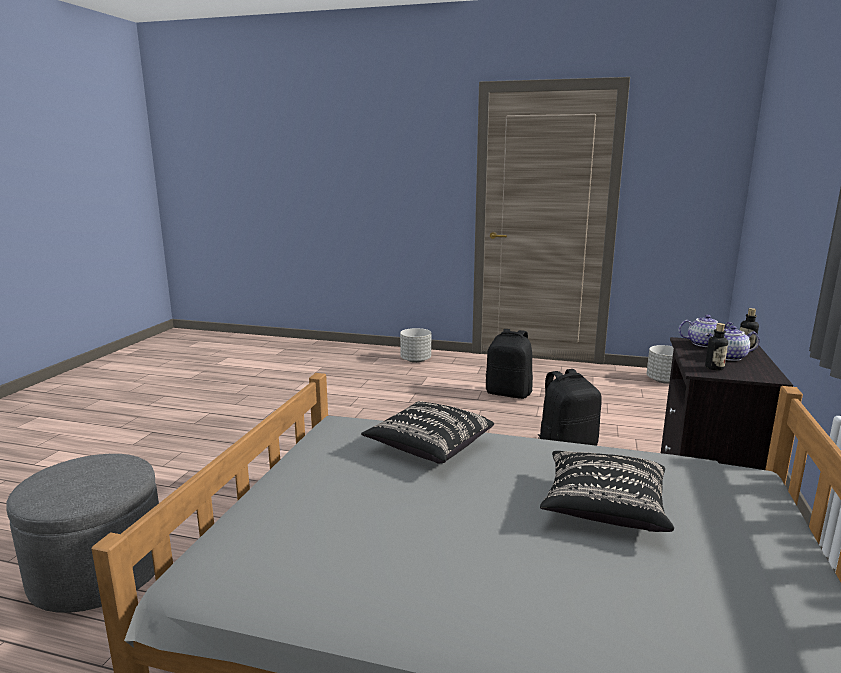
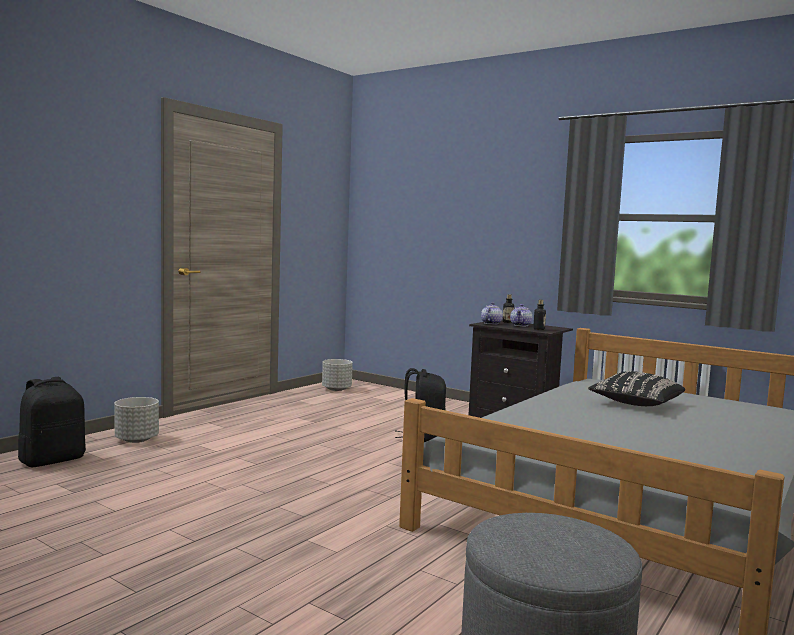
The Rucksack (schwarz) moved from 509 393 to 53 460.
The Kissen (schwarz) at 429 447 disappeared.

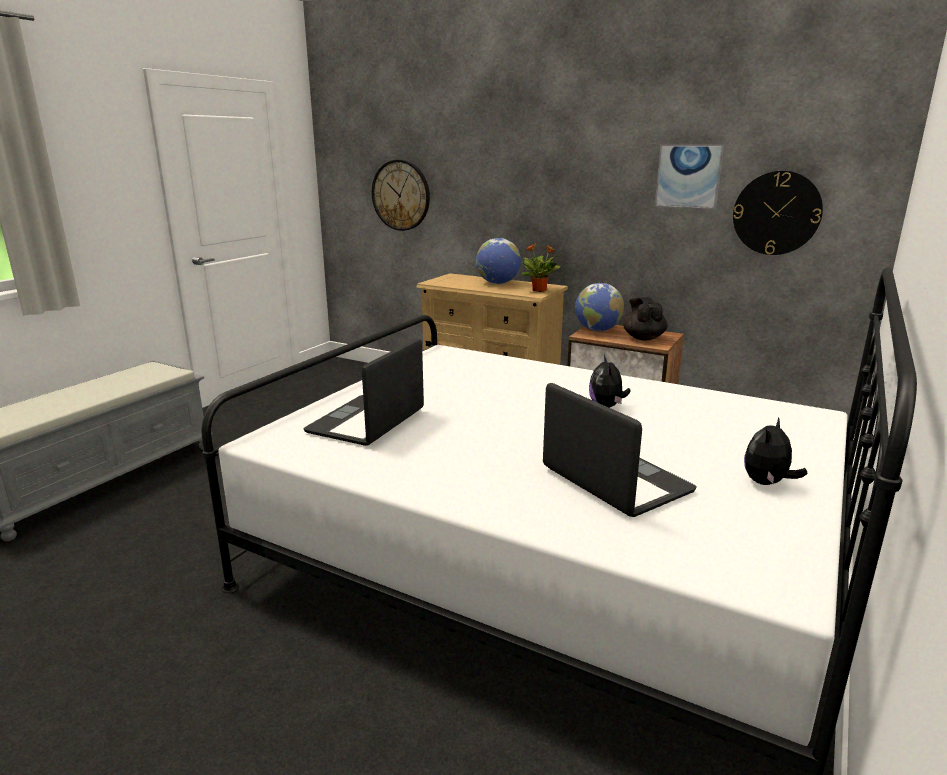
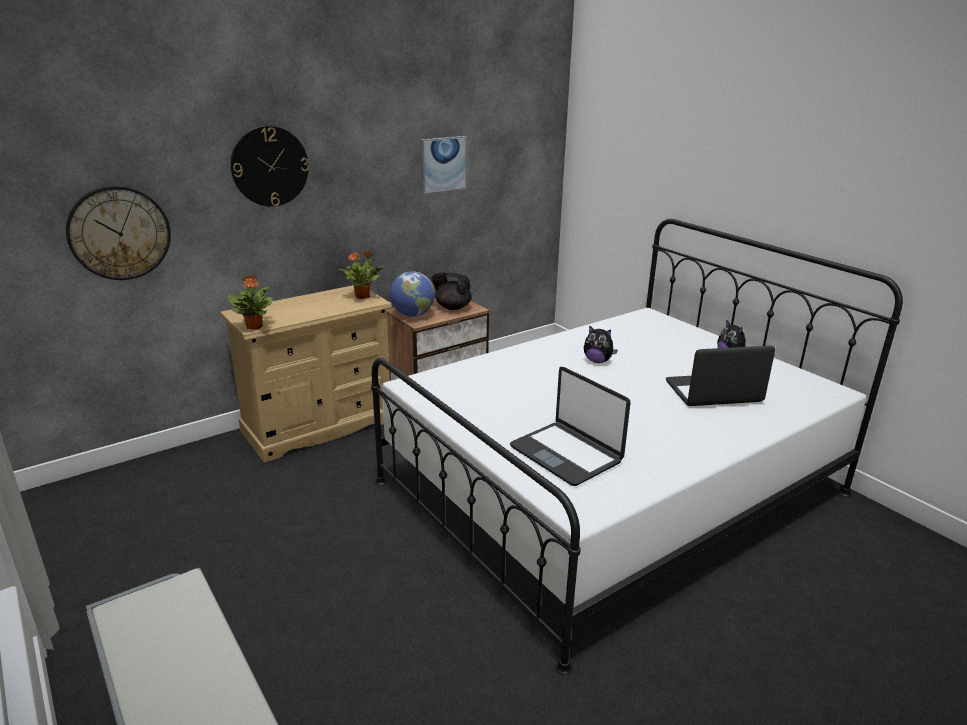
The Wanduhr moved from 776 213 to 270 166.
The Globus at 498 283 disappeared.
The Topfpflanze at 254 326 appeared.

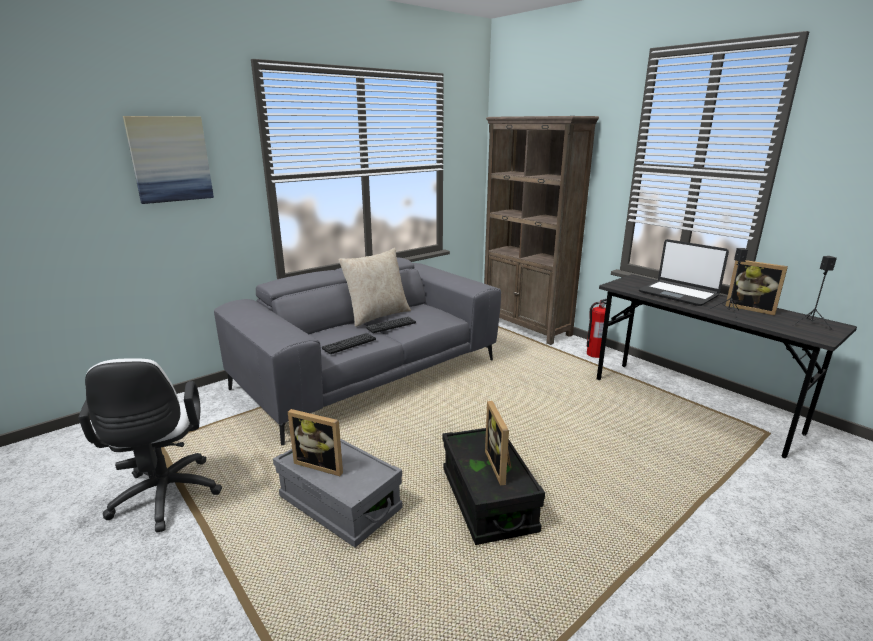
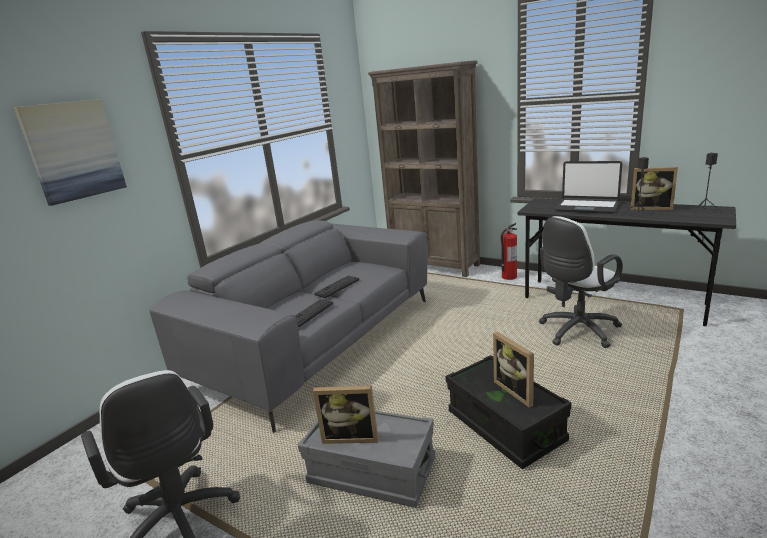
The Kissen (beige) at 377 316 disappeared.
The Bürostuhl (weiß) at 576 332 appeared.

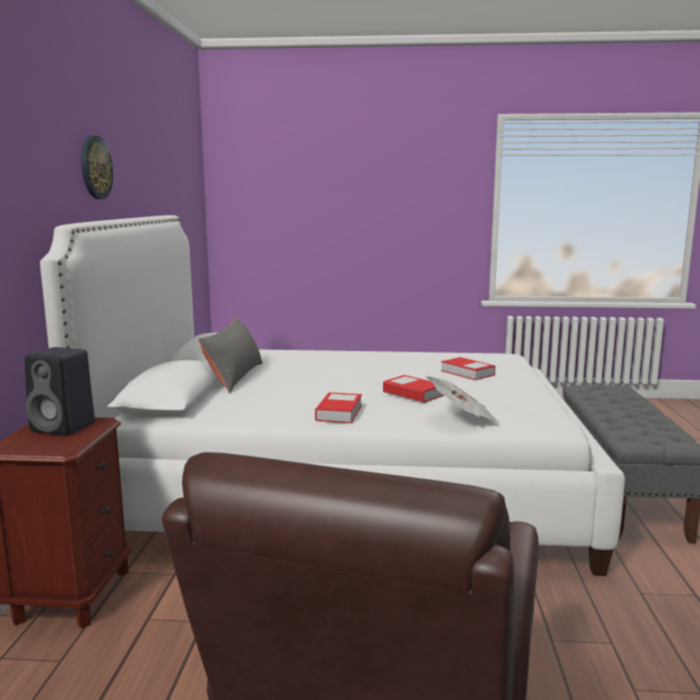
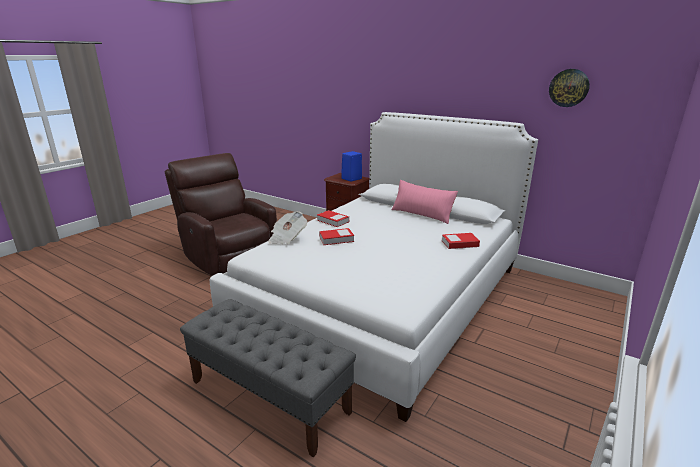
The Wanduhr moved from 95 167 to 569 88.
The Kissen (grau) at 234 376 became the Kissen (rosa) at 422 214.
The Lautsprecher (schwarz) at 65 427 became the Lautsprecher (blau) at 351 179.
The Buch moved from 467 373 to 460 244.

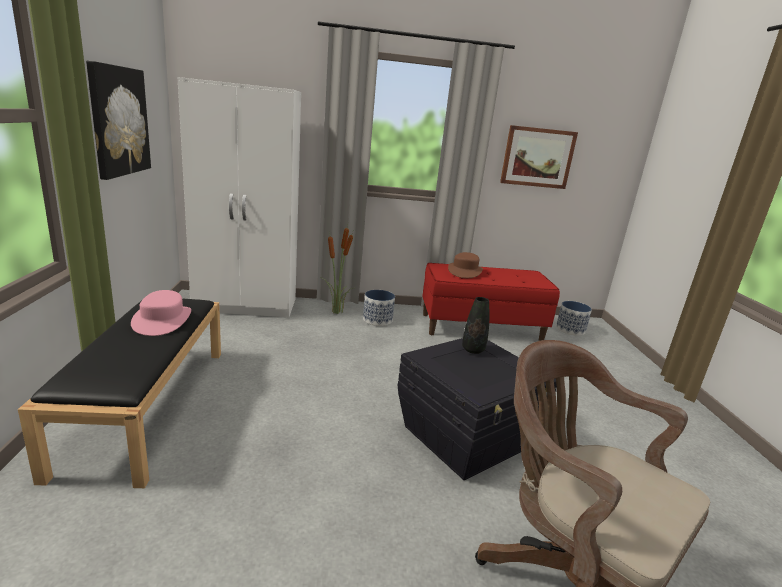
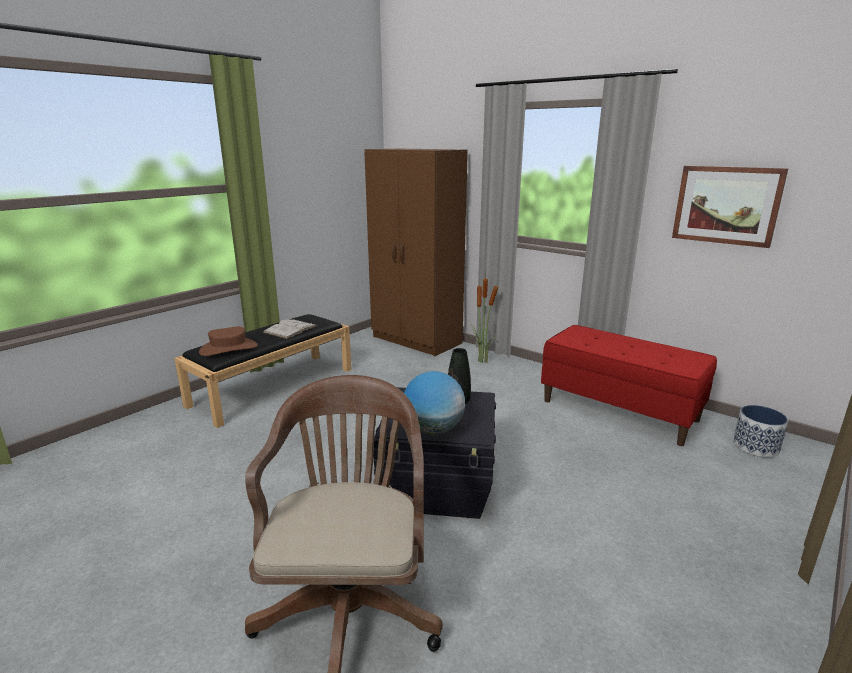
The Bild at 119 121 disappeared.
The Kleiderschrank (weiß) at 247 305 became the Kleiderschrank (braun) at 416 340.
The Hut (braun) moved from 464 271 to 228 348.
The Hut (rosa) at 163 320 was replaced by the Buch (weiß) at 290 329.
The Pflanzkübel at 377 320 disappeared.
The Globus at 433 429 appeared.

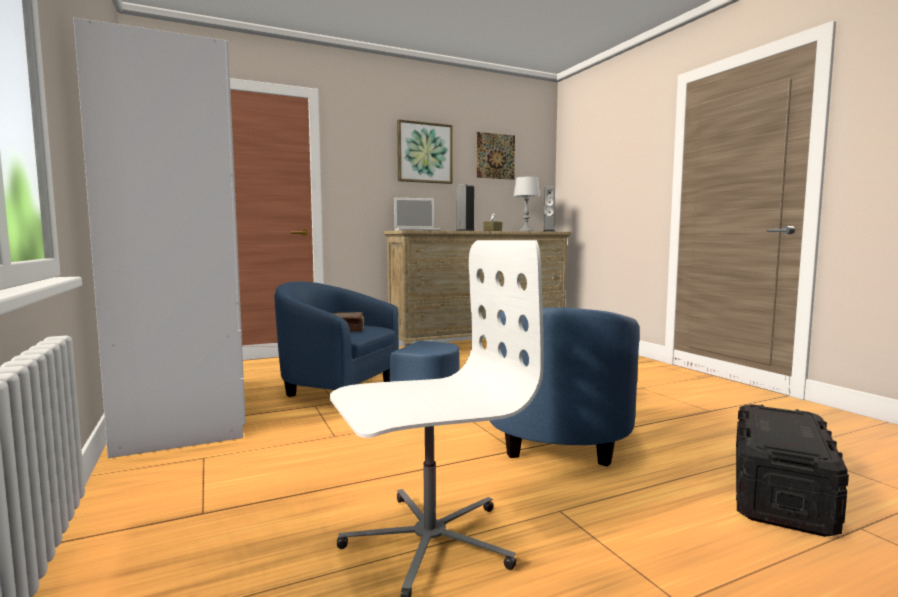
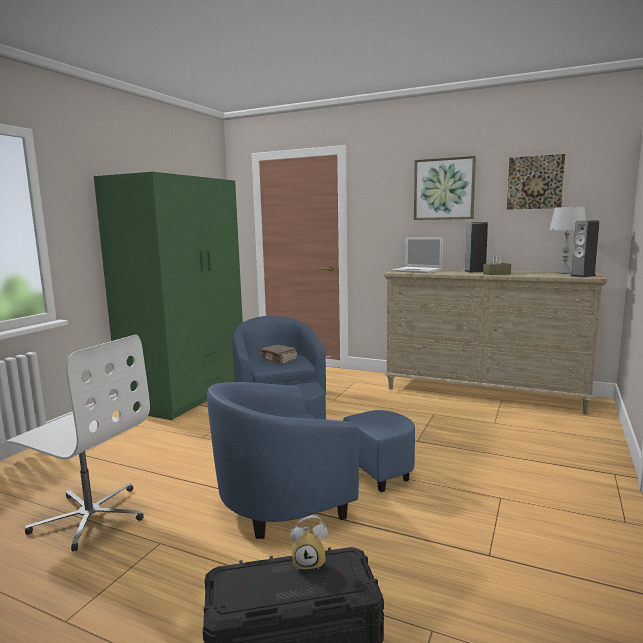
The Kleiderschrank (weiß) at 186 414 became the Kleiderschrank (grün) at 188 395.
The Wecker at 310 562 appeared.

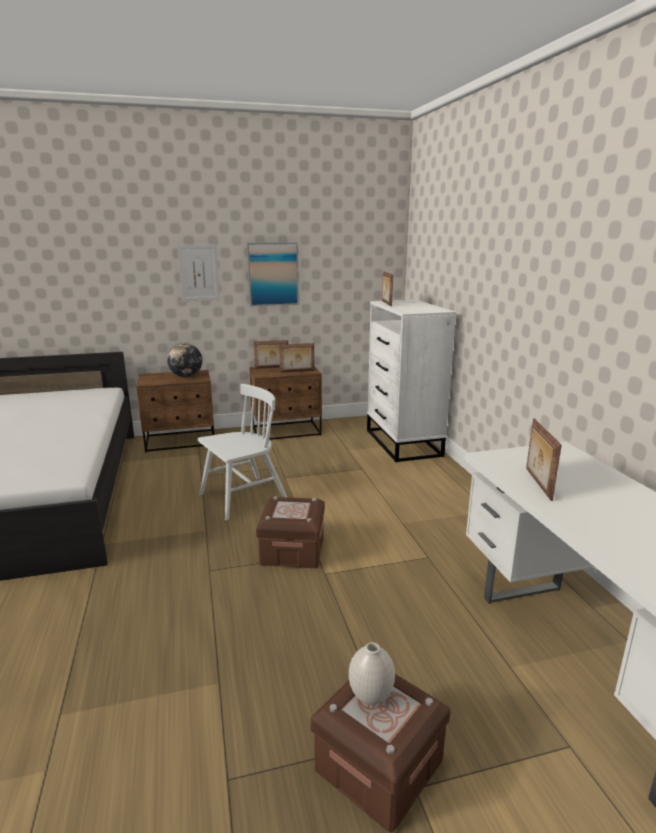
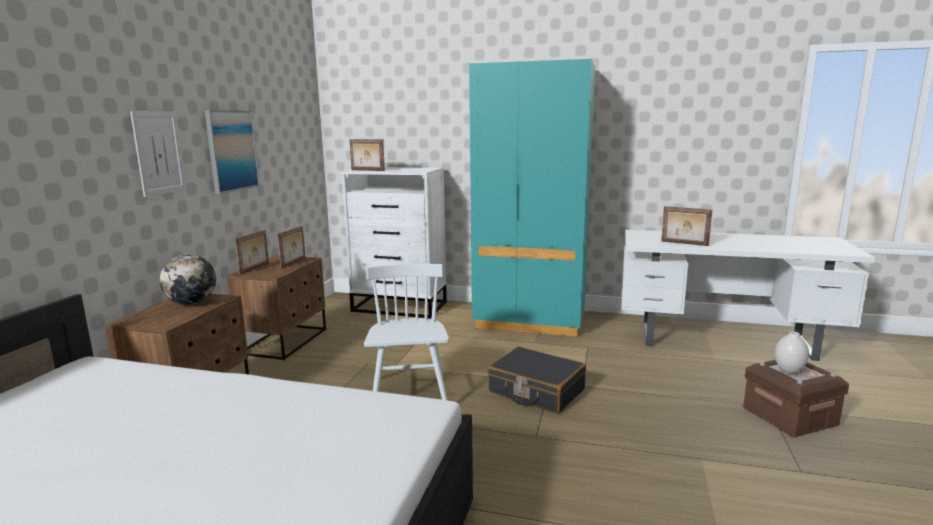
The Aufbewahrungsbox (braun) at 292 551 was replaced by the Koffer (schwarz) at 536 391.
The Kleiderschrank (türkis) at 530 320 appeared.

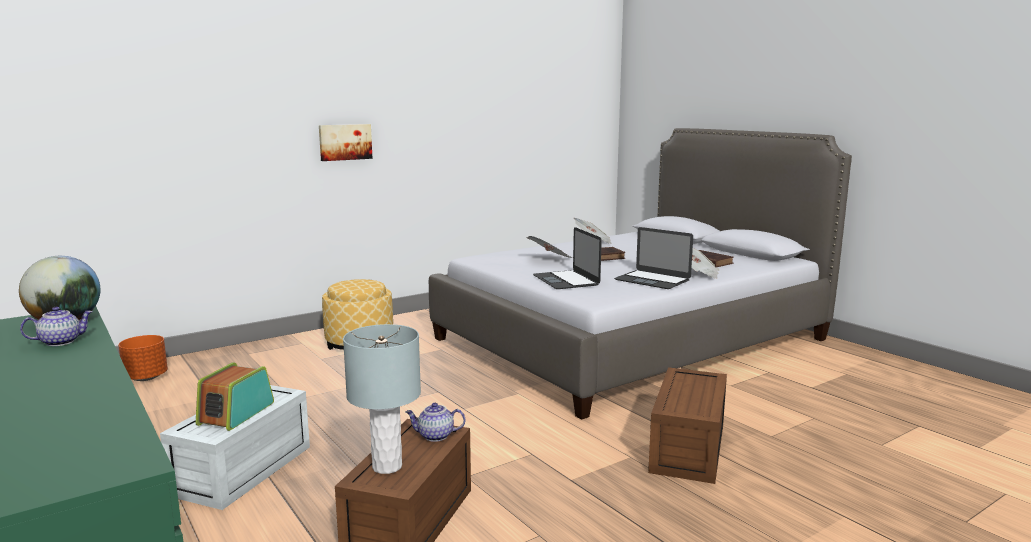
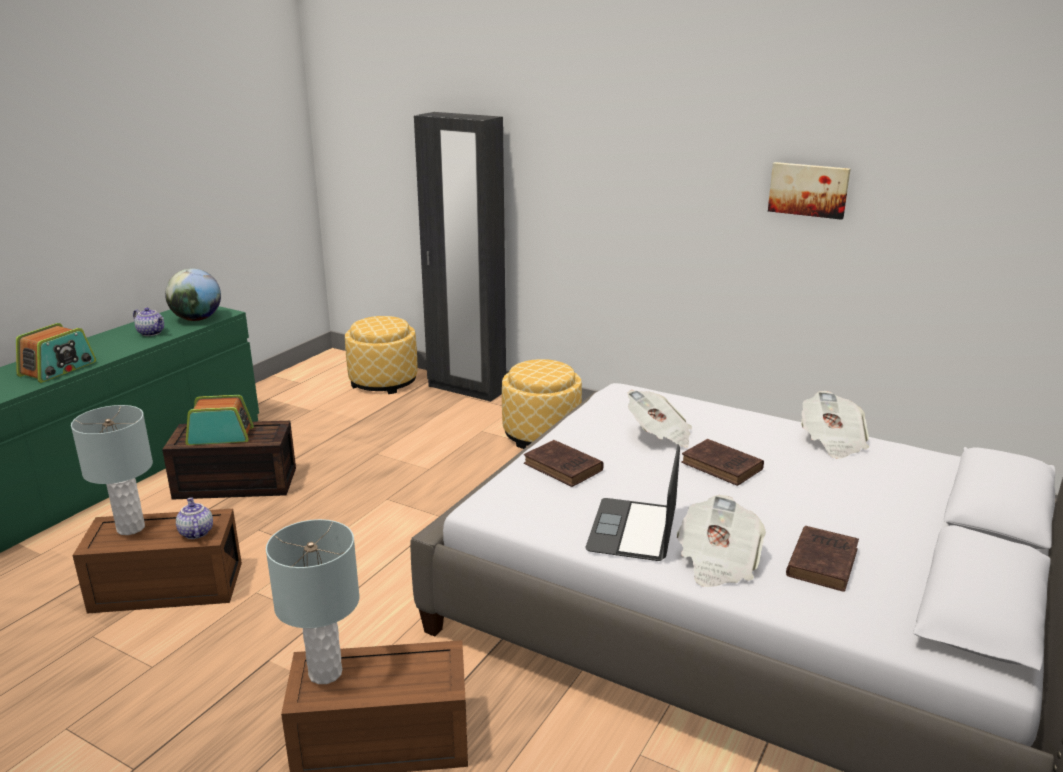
The Bild moved from 345 142 to 808 189.
The Laptop at 566 280 was replaced by the Buch (braun) at 564 468.
The Pflanzkübel (orange) at 146 377 was replaced by the Polsterhocker at 383 381.
The Aufbewahrungsbox (weiß) at 243 471 became the Aufbewahrungsbox (braun) at 233 484.
The Kleiderschrank (schwarz) at 466 389 appeared.
The Radio at 58 369 appeared.
The Tischlampe (grau) at 325 673 appeared.

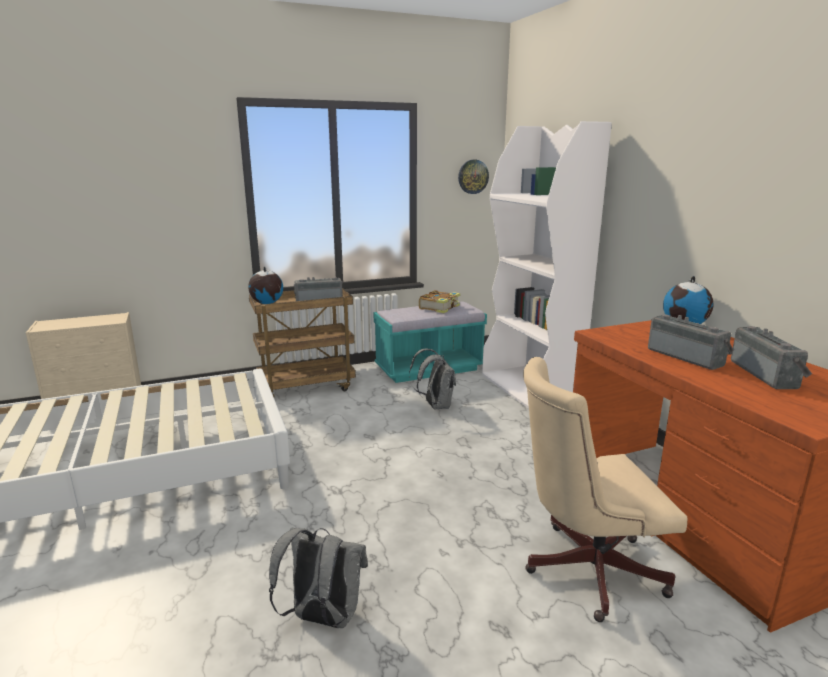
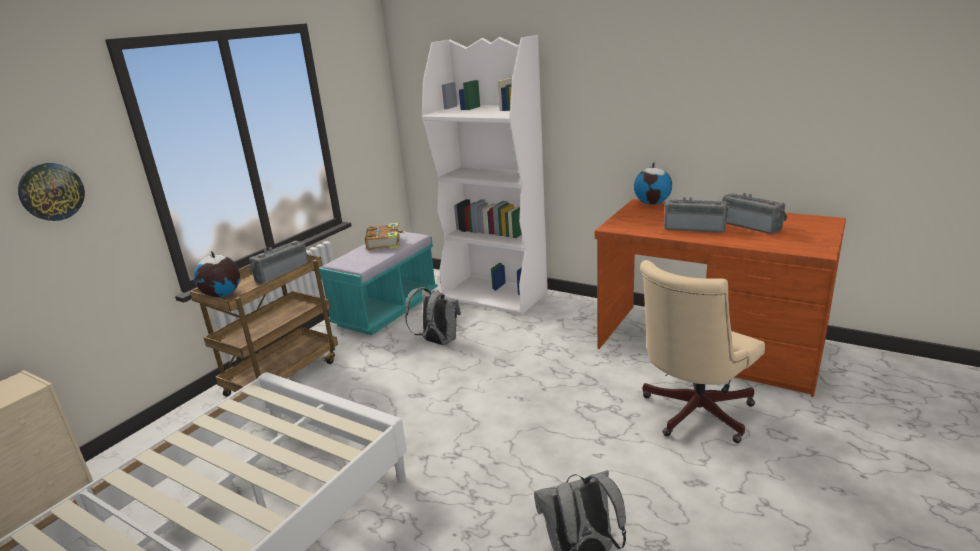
The Wanduhr moved from 473 176 to 51 191.

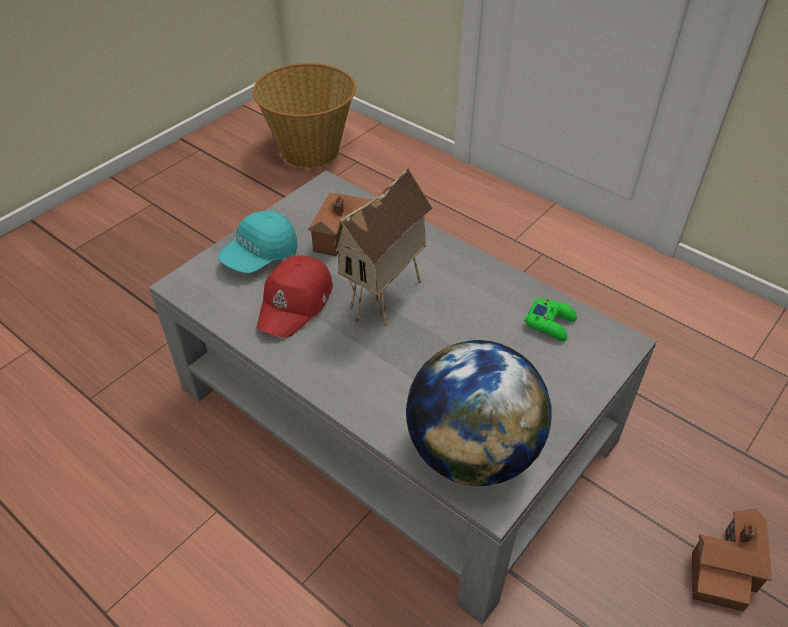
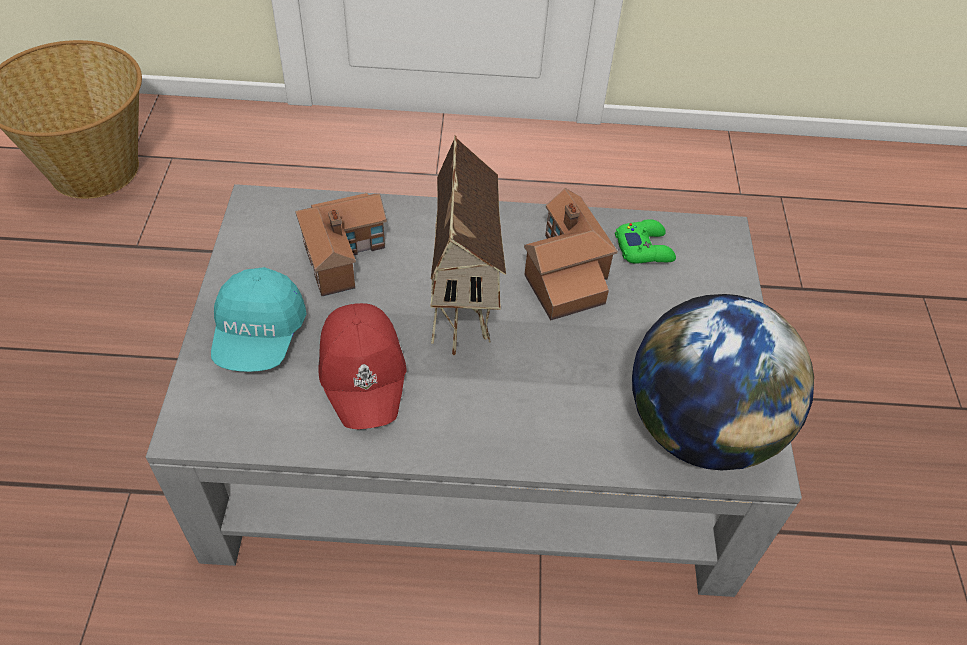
The Spielzeughaus moved from 724 567 to 564 272.

